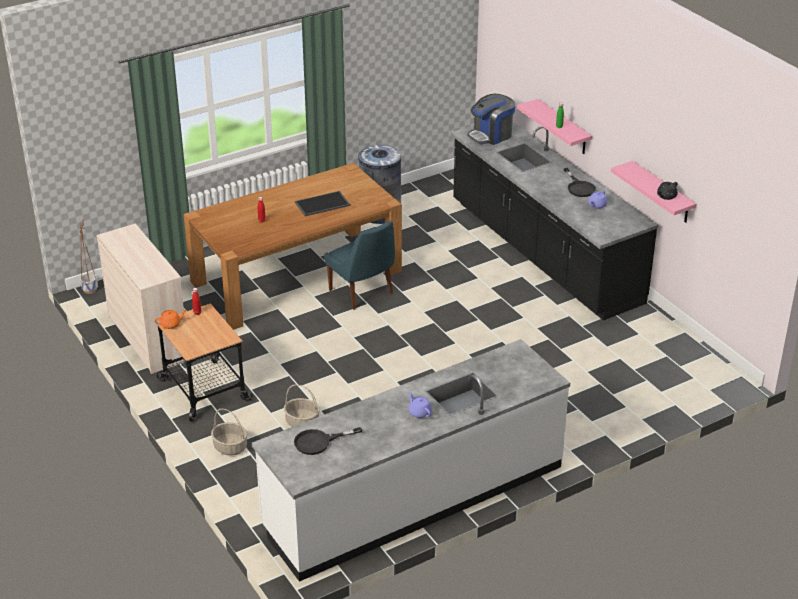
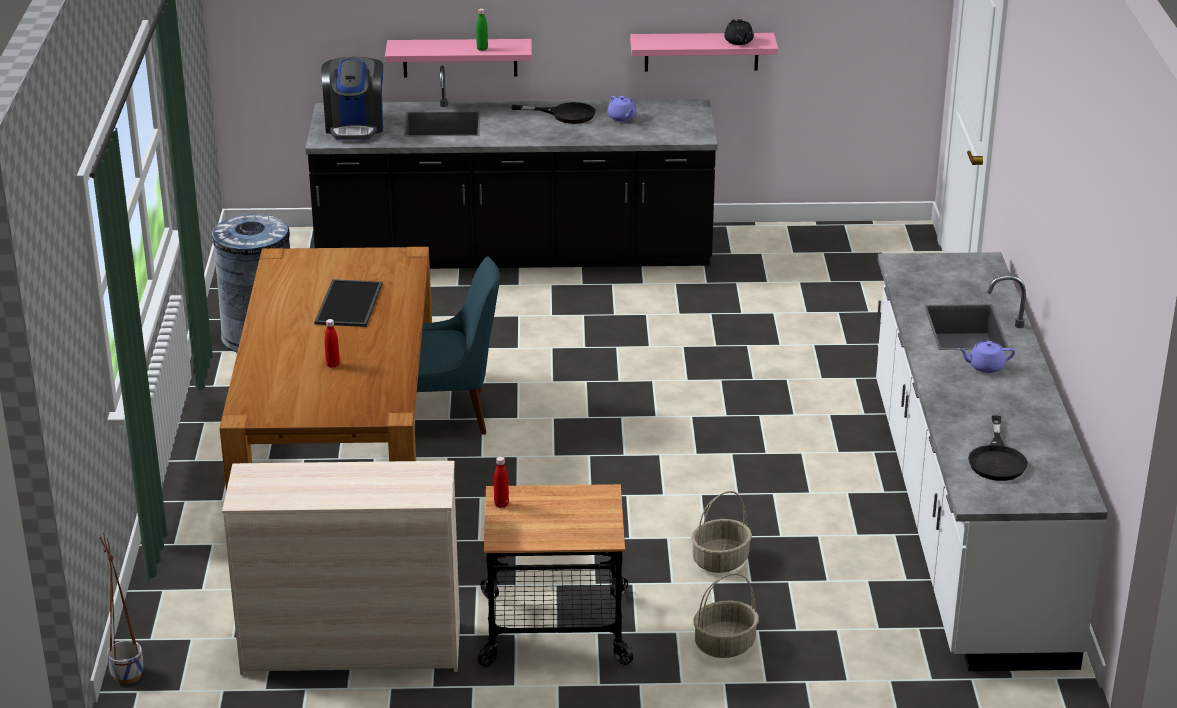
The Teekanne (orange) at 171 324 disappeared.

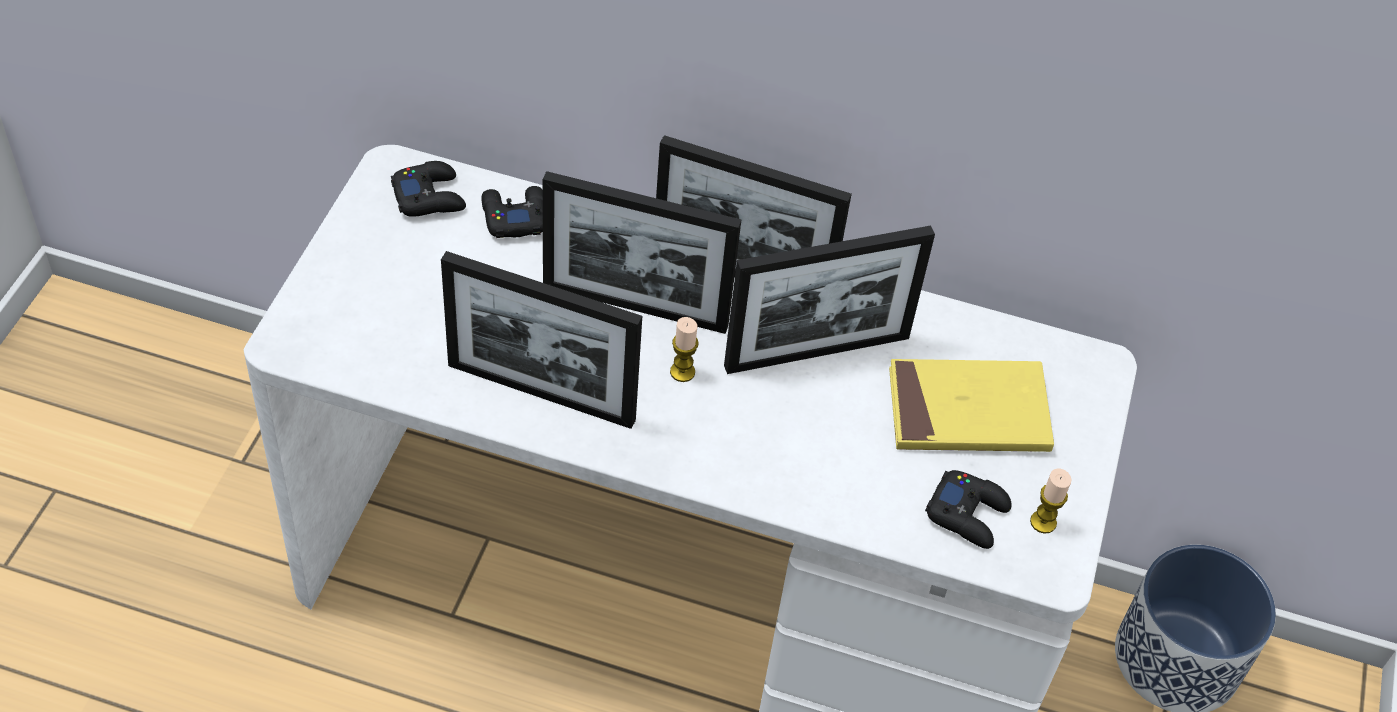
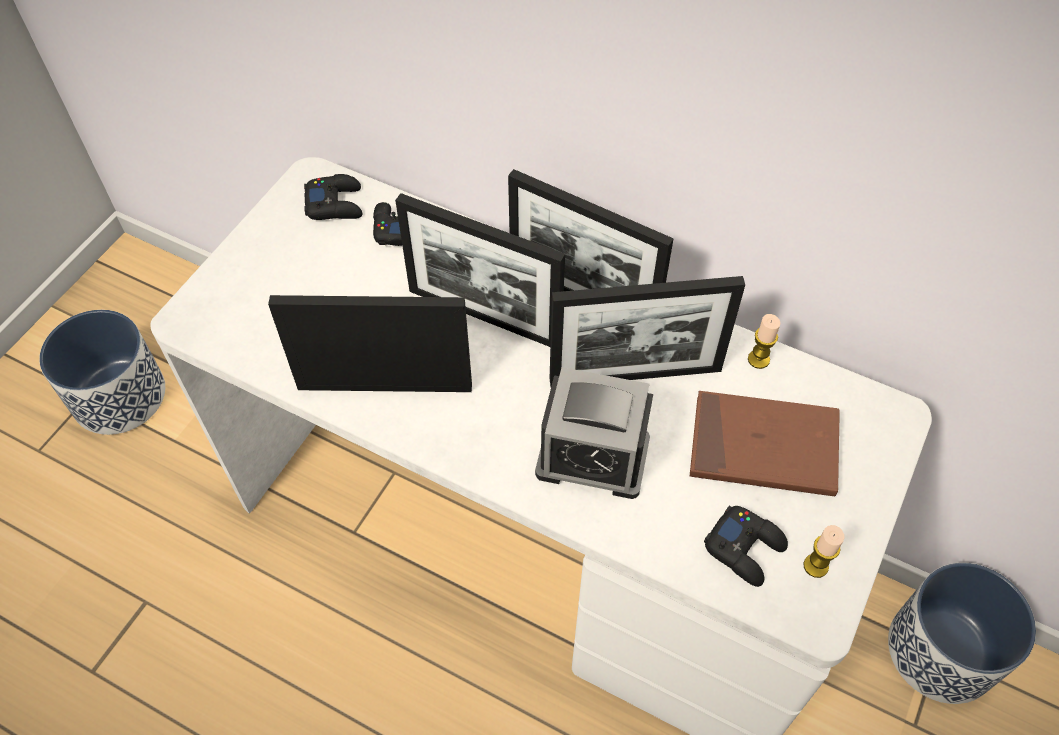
The Bilderrahmen at 541 393 turned 150 degrees clockwise.
The Kerze moved from 682 372 to 758 359.
The Buch (gelb) at 968 412 became the Buch (braun) at 763 447.
The Pflanzkübel at 119 395 appeared.
The Wecker at 592 457 appeared.

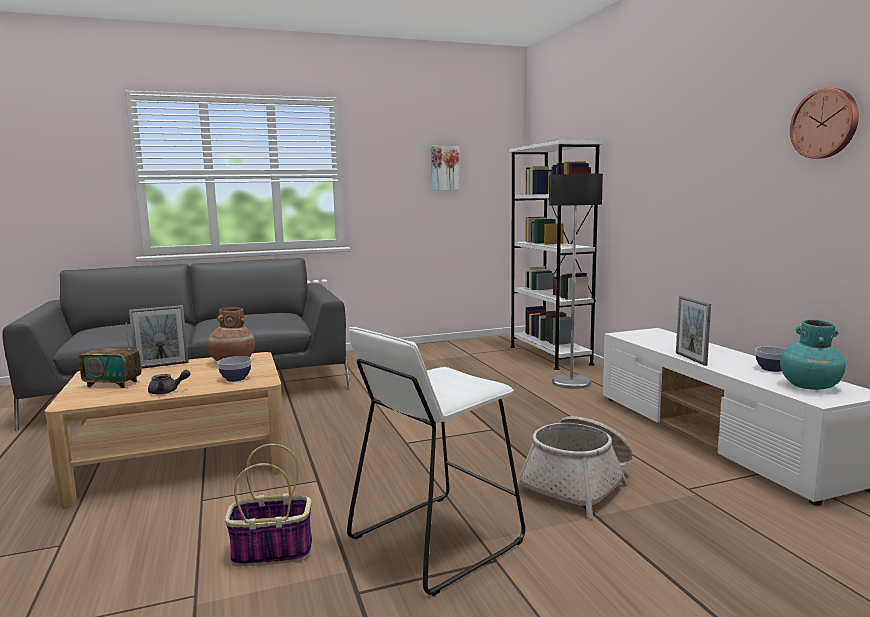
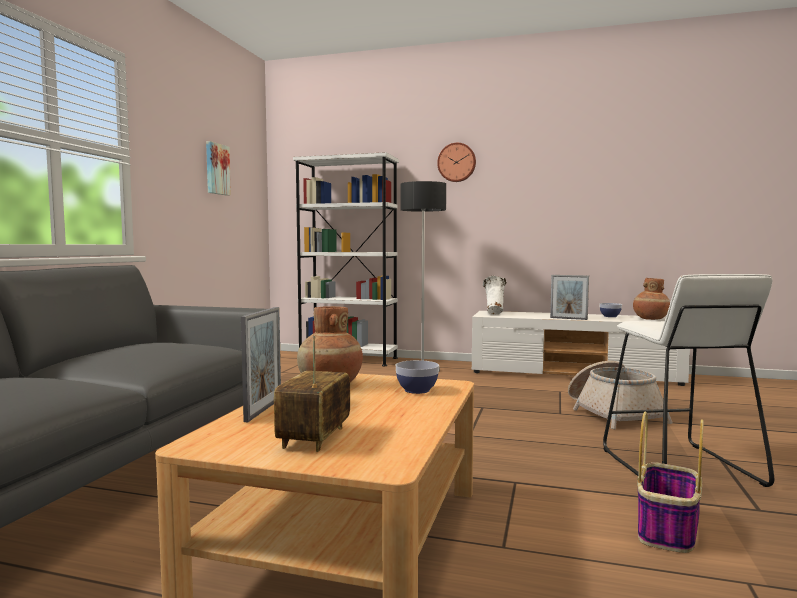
The Wanduhr moved from 825 123 to 456 162.
The Vase (türkis) at 809 386 became the Vase (braun) at 650 319.
The Radio at 113 384 turned 150 degrees clockwise.
The Teekanne (grau) at 167 391 disappeared.
The Vase (weiß) at 494 313 appeared.

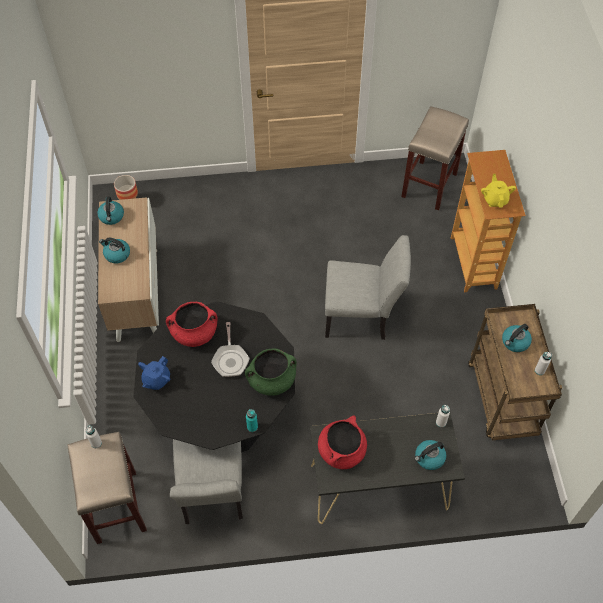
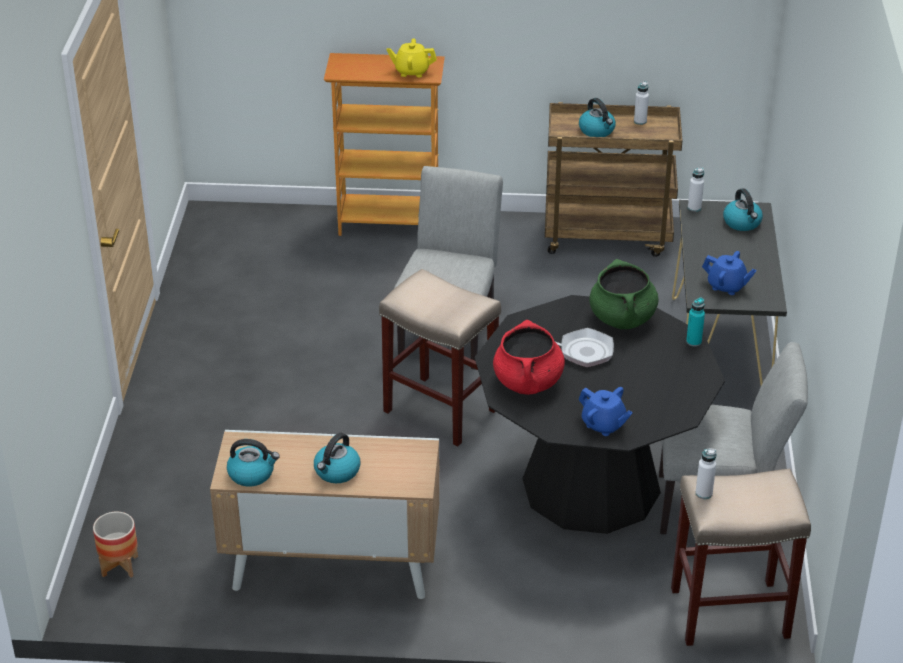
The Hocker (beige) moved from 429 184 to 439 410.
The Kochtopf (rot) at 341 451 was replaced by the Teekanne (blau) at 726 286.

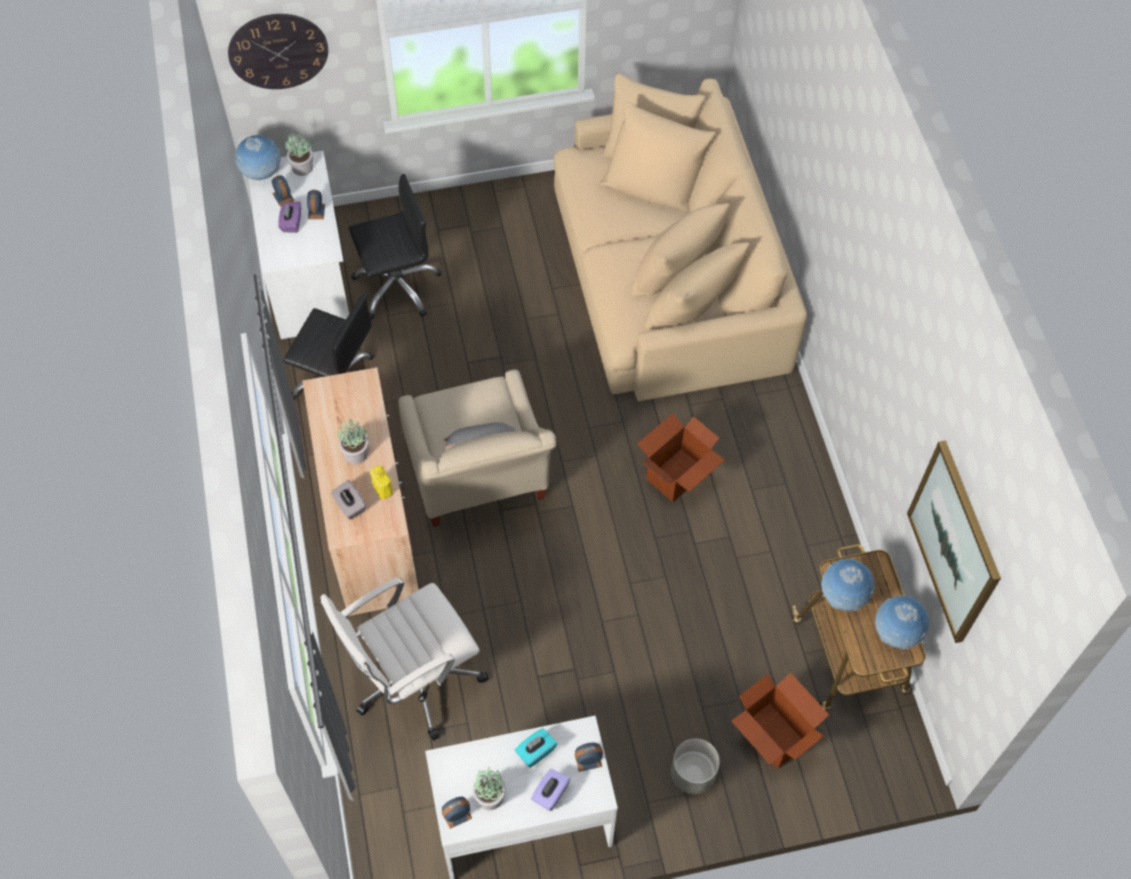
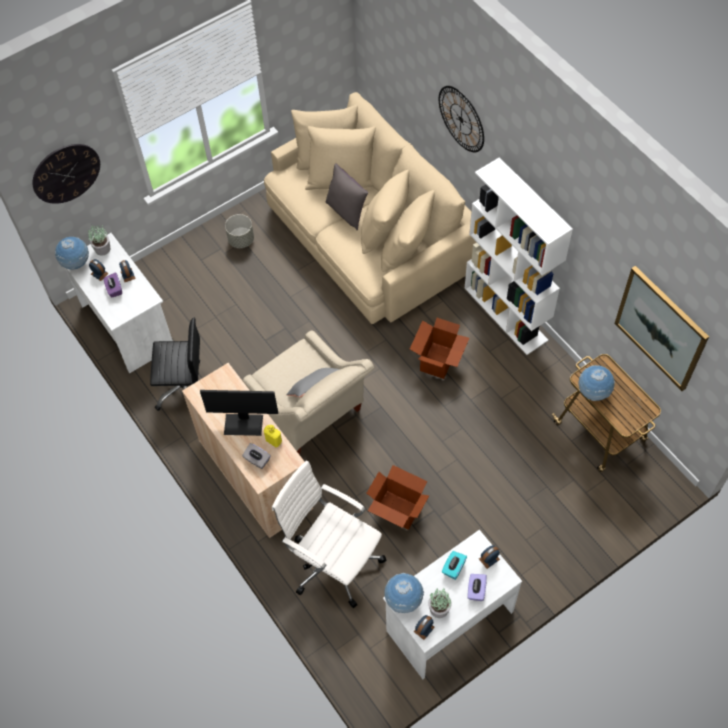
The Bürostuhl (schwarz) at 397 286 disappeared.
The Topfpflanze at 356 453 was replaced by the Monitor at 244 424.
The Bürostuhl (weiß) at 413 679 turned 90 degrees clockwise.
The Globus moved from 896 633 to 403 600.
The Karton moved from 773 736 to 397 510.
The Pflanzkübel (grau) moved from 692 774 to 241 240.
The Wanduhr at 461 119 appeared.
The Bücherregal (weiß) at 506 314 appeared.
The Kissen (grau) at 346 211 appeared.

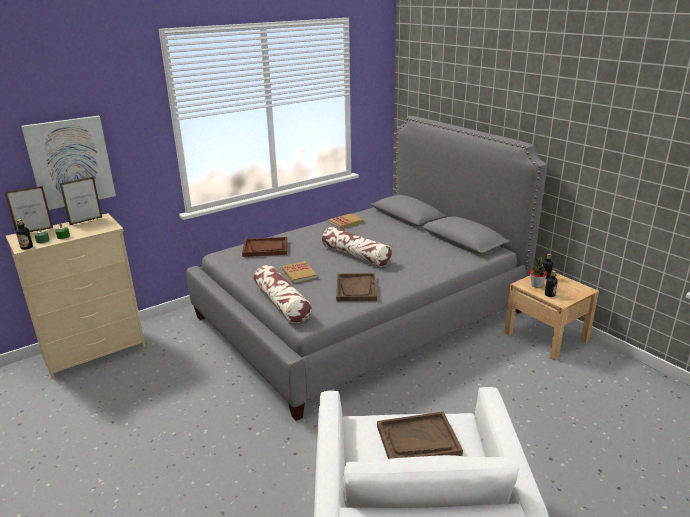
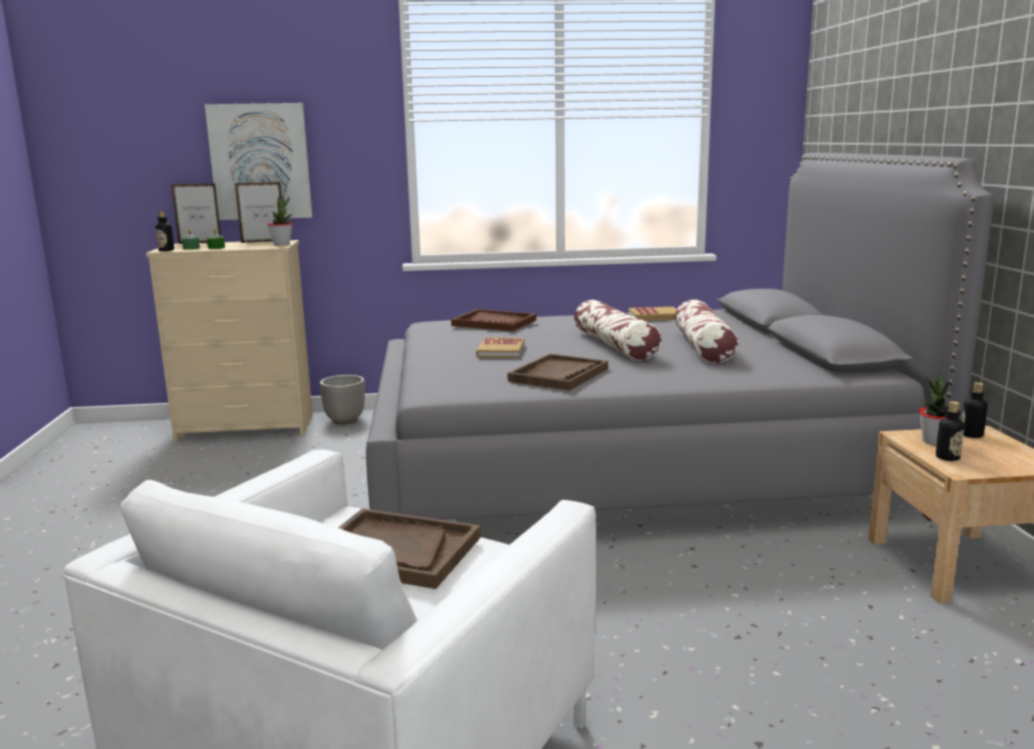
The Kissen moved from 282 303 to 703 347.
The Topfpflanze at 282 244 appeared.
The Pflanzkübel at 344 420 appeared.

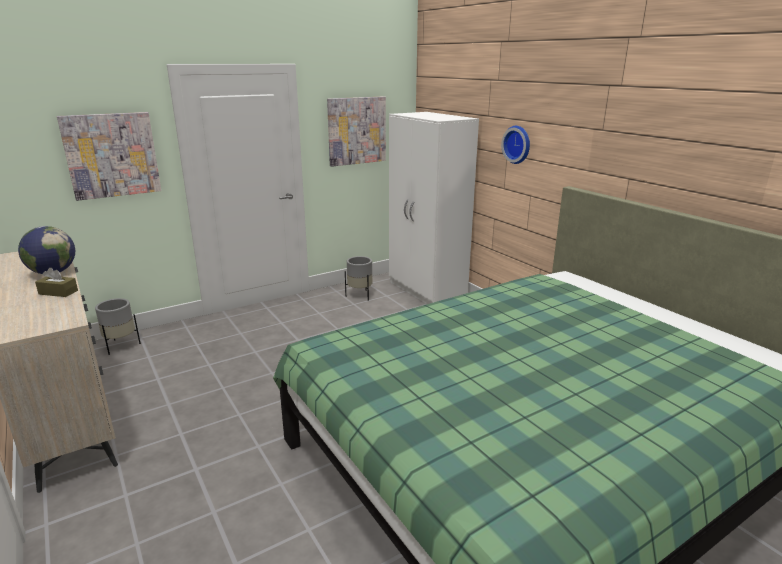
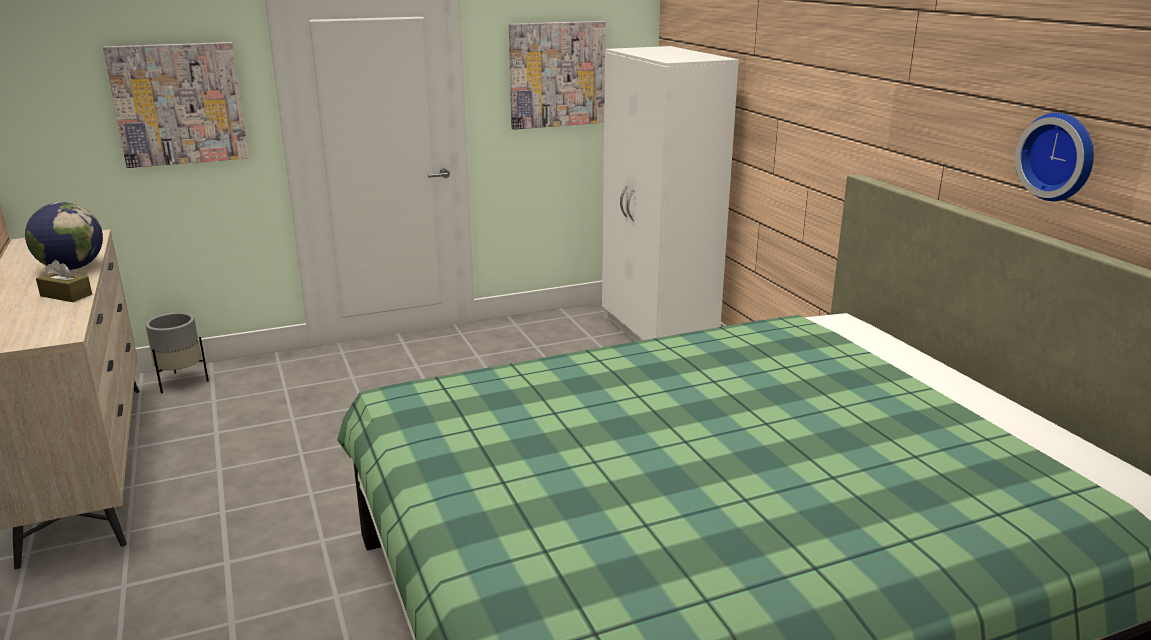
The Wanduhr moved from 518 144 to 1059 156.
The Pflanzkübel (grau) at 360 295 disappeared.

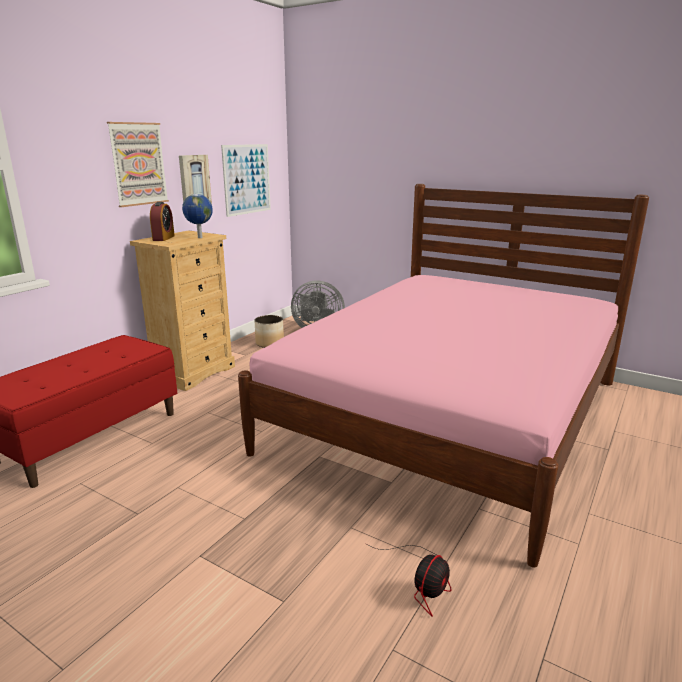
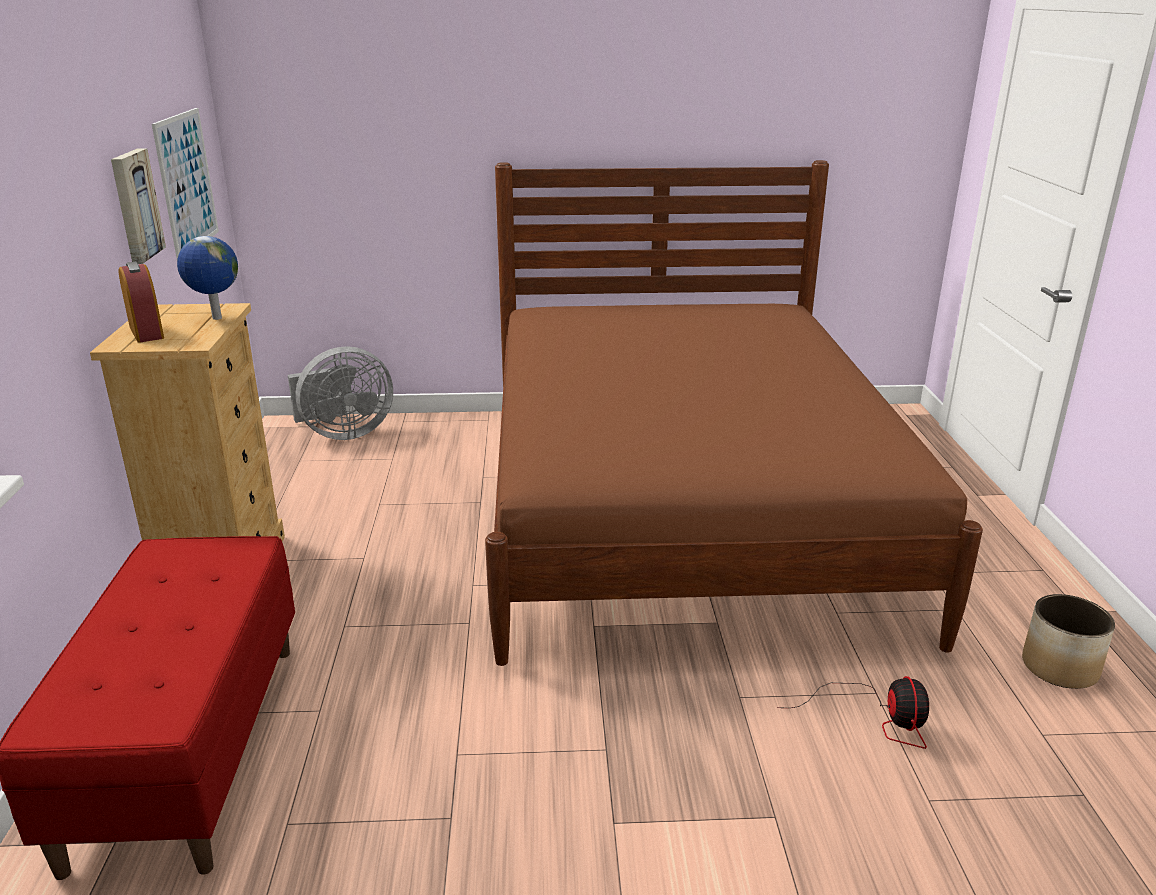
The Bild at 138 164 disappeared.
The Bett (rosa) at 450 415 became the Bett (braun) at 681 508.
The Pflanzkübel moved from 270 343 to 1060 668.

